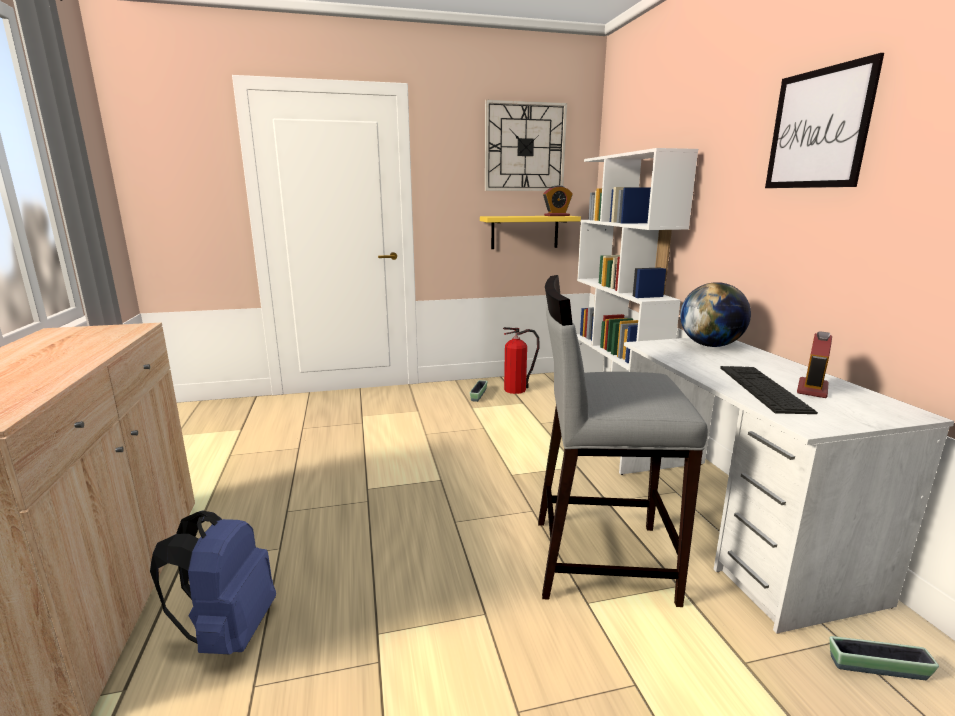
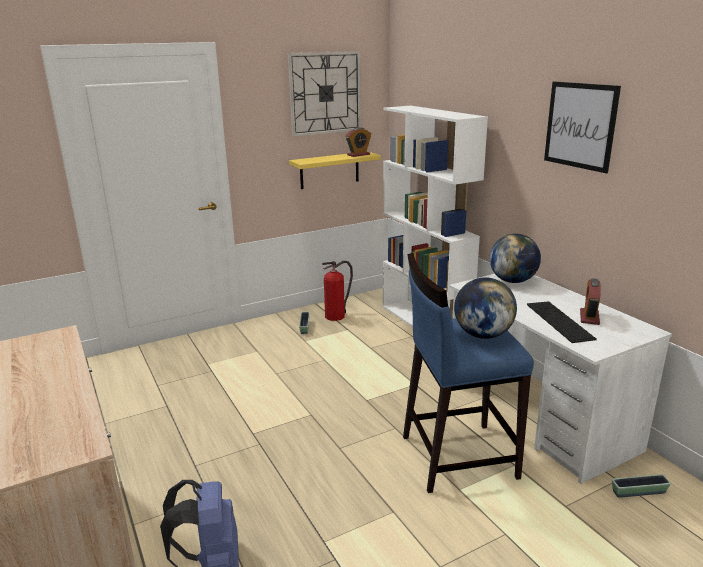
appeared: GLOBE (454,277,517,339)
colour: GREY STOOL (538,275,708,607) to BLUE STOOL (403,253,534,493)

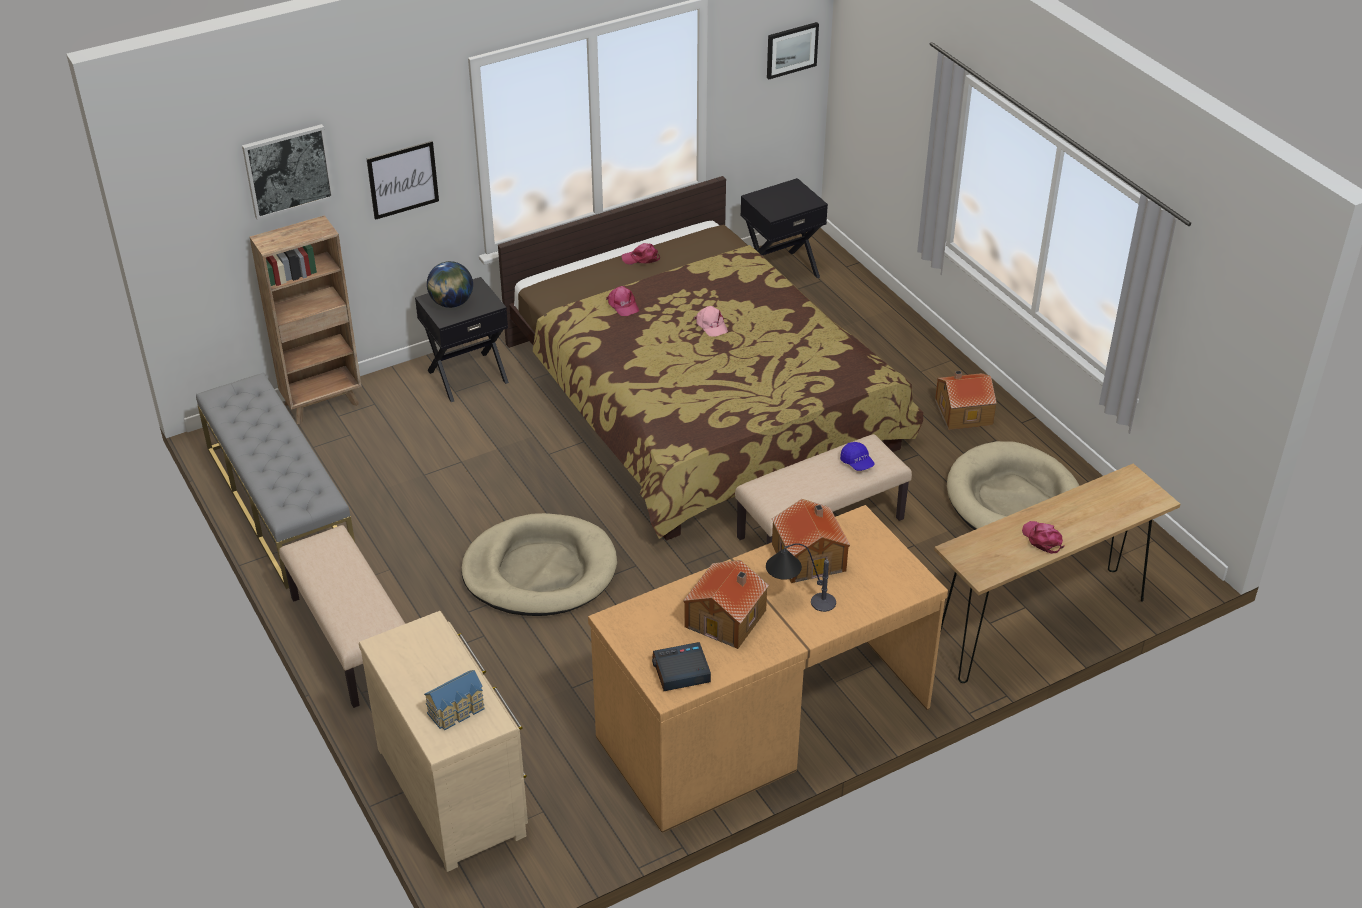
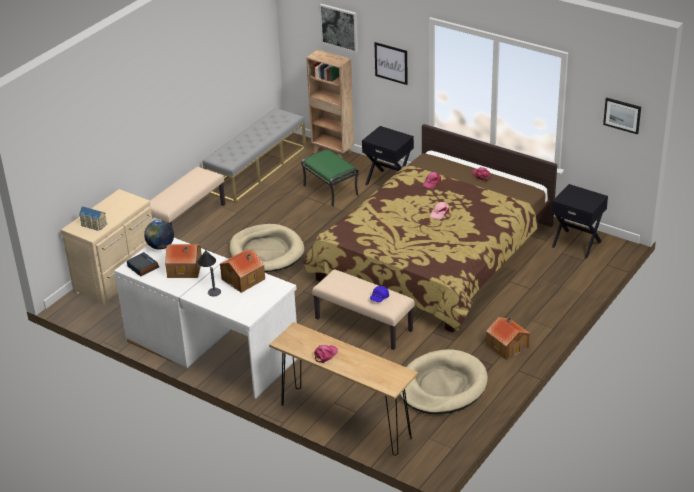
appeared: GREEN OTTOMAN (301,149,359,207)
relocated: GLOBE (427,261,473,308) to (144,220,174,250)
colour: BROWN DESK (588,505,948,832) to WHITE DESK (114,238,297,399)

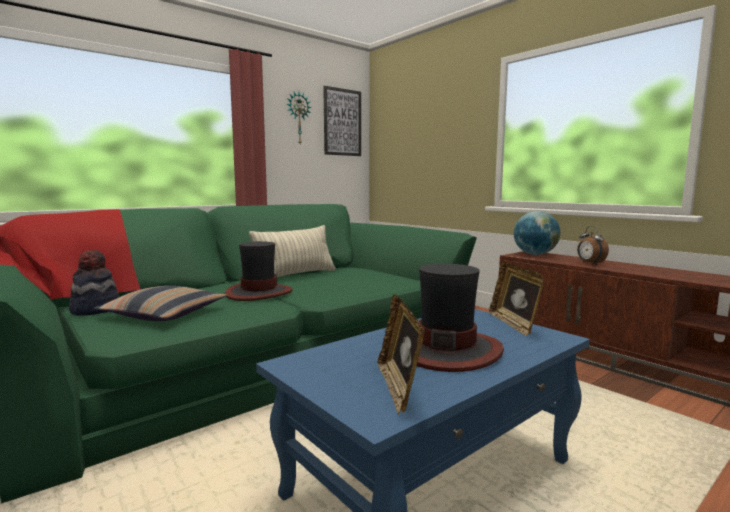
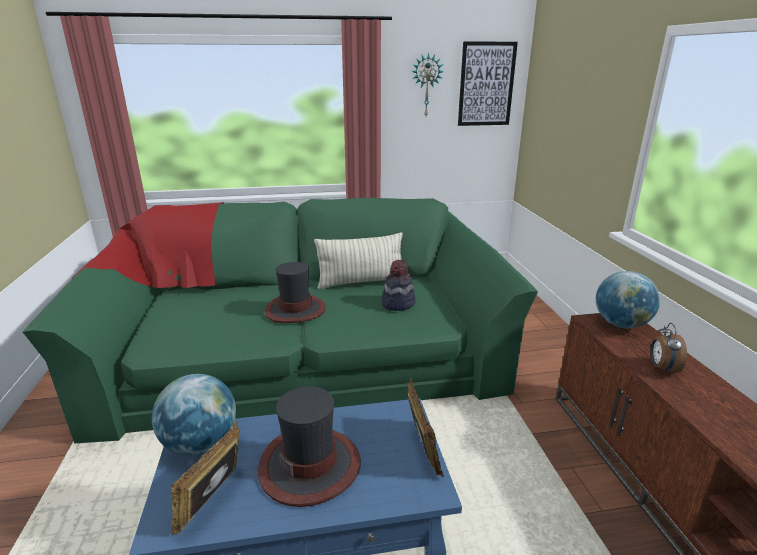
missing: PILLOW (93,286,226,321)
appeared: GLOBE (152,374,236,456)
relocated: HAT (69,250,119,316) to (381,260,416,311)
spun: PICTURE FRAME (489,262,545,336) = (407,377,444,477) 150 degrees clockwise

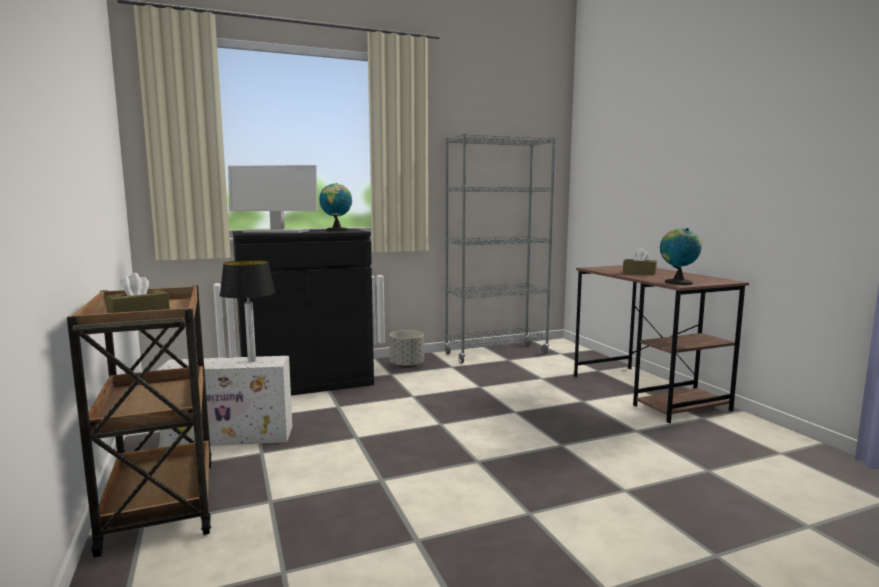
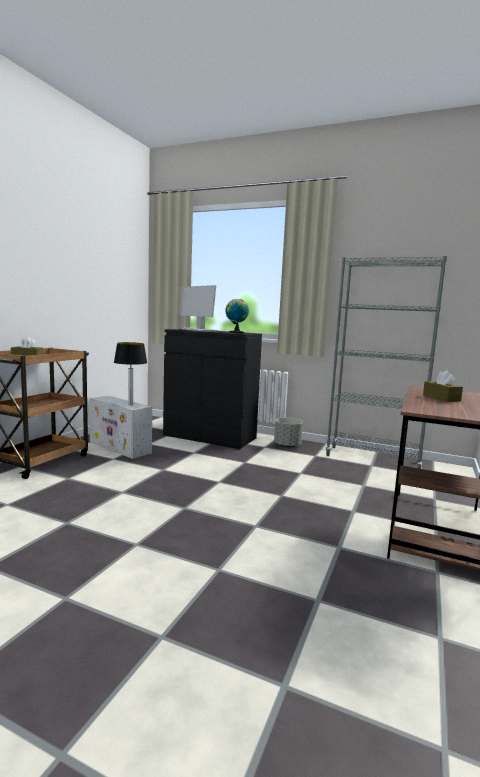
missing: GLOBE (660,228,701,285)

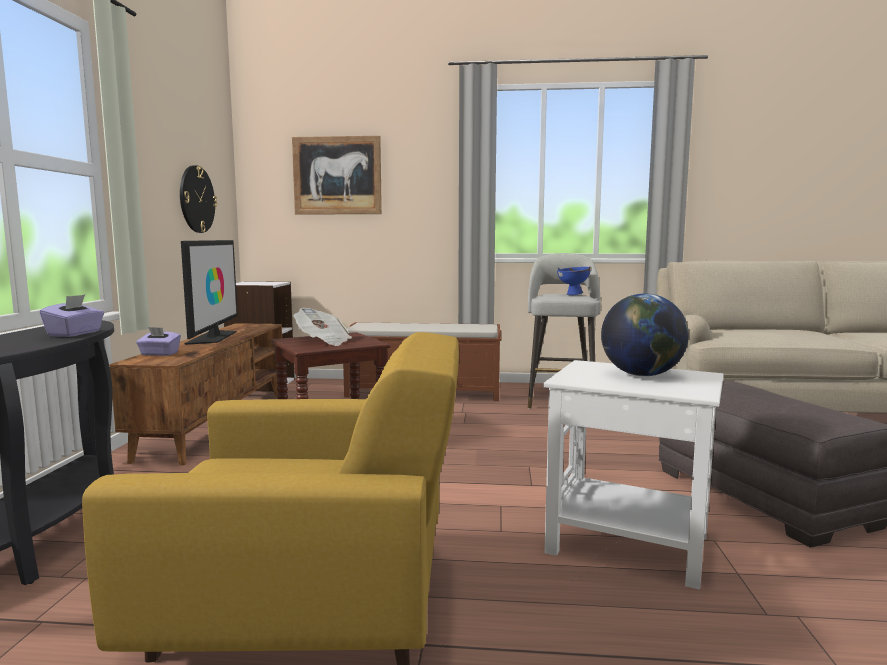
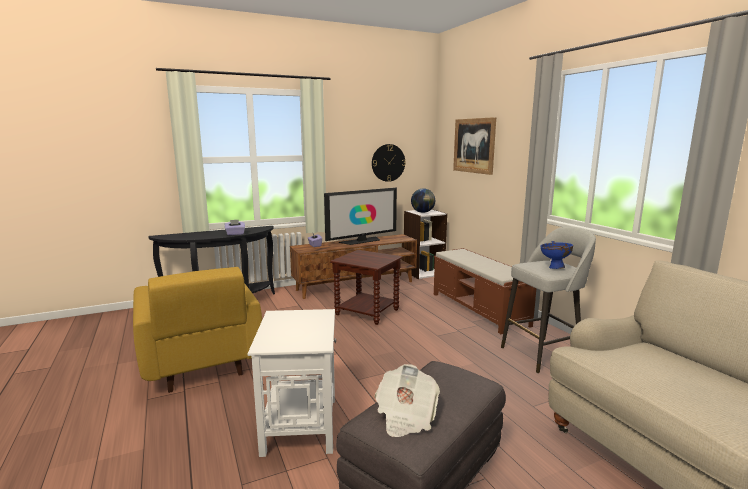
relocated: GLOBE (601,293,689,376) to (411,188,435,213); NEWSPAPER (293,308,352,346) to (375,364,440,437)

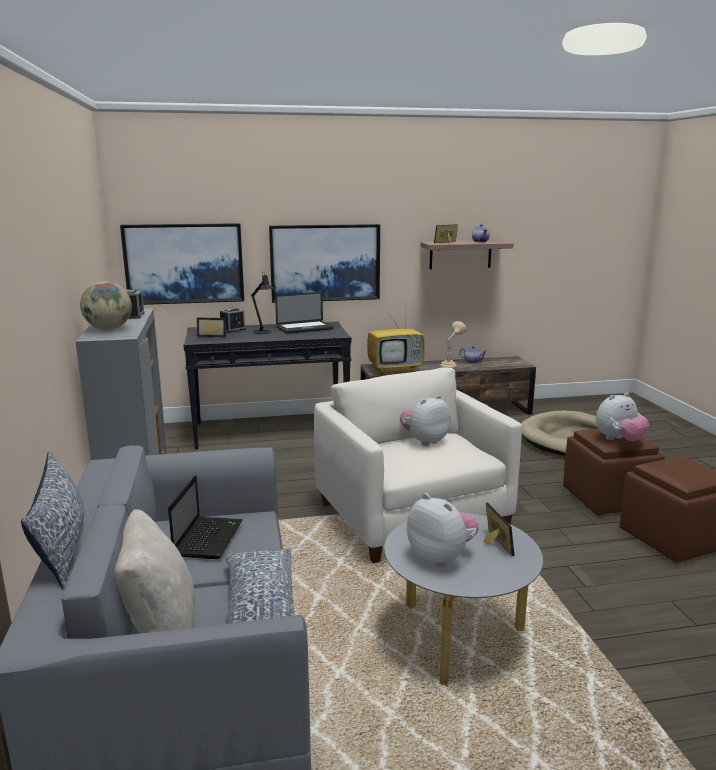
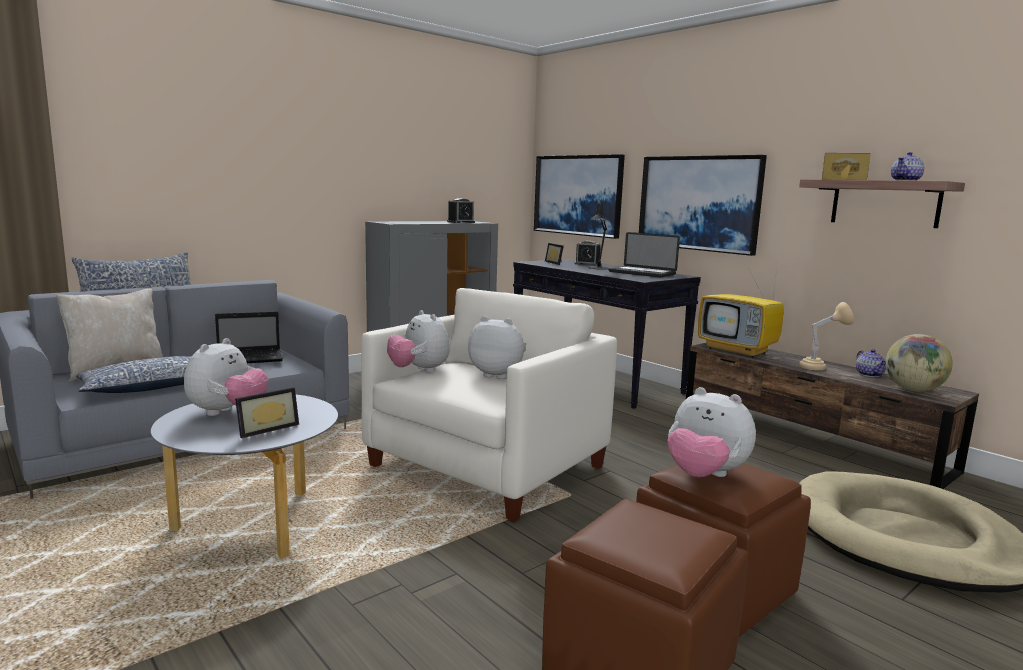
appeared: PLUSH TOY (387,310,450,372)
relocated: GLOBE (80,281,132,330) to (885,334,953,392)

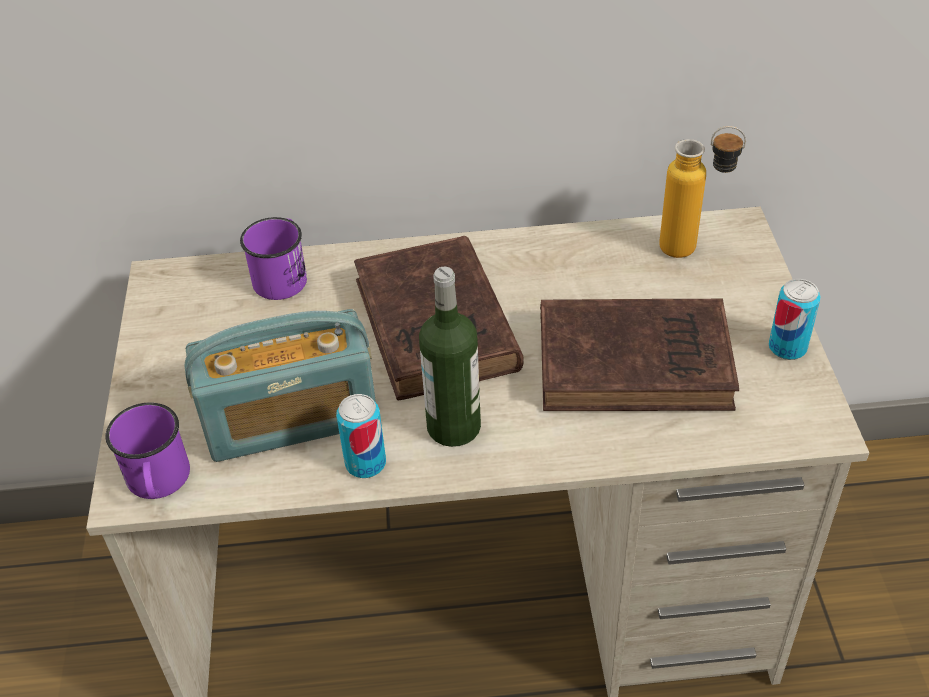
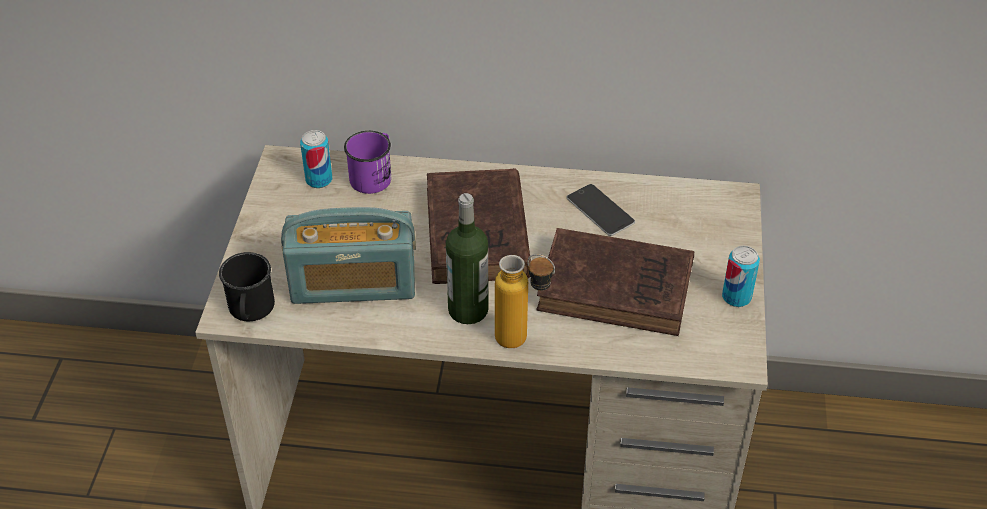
appeared: PHONE (567,184,635,236)
relocated: BOTTLE (659,126,746,258) to (495,254,555,348); CAN (336,394,386,478) to (300,130,332,188)
colour: PURPLE MUG (105,402,190,499) to BLACK MUG (219,252,275,321)

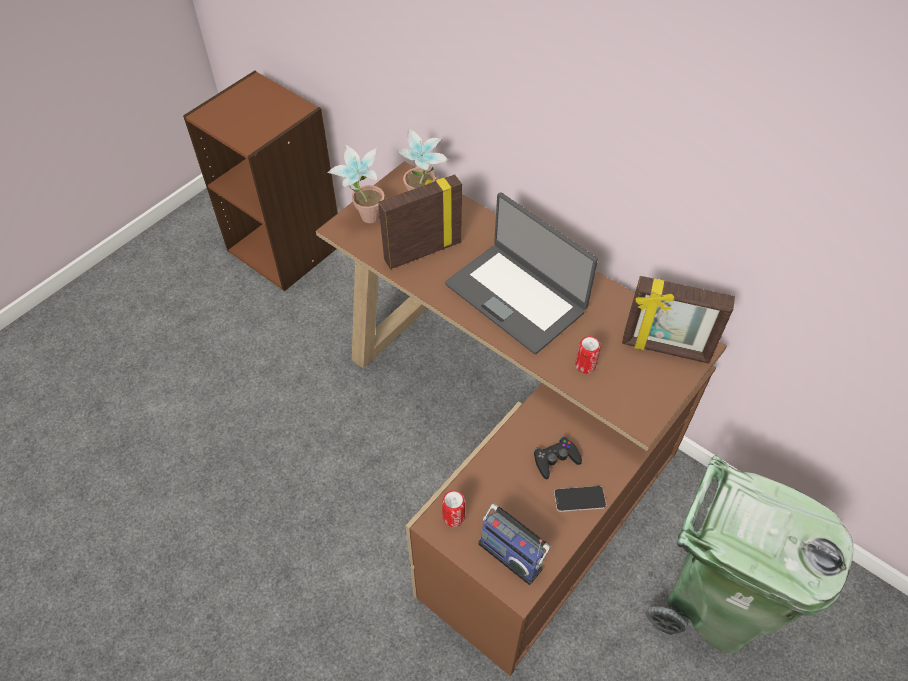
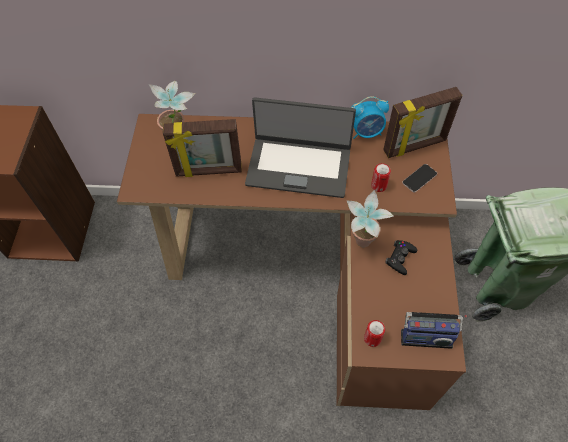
appeared: ALARM CLOCK (351,96,389,139)
relocated: POTTED PLANT (327,144,384,223) to (347,190,393,247); PHONE (554,486,606,512) to (402,164,437,193)
spun: PICTURE FRAME (378,175,462,269) = (163,119,242,177) 120 degrees counterclockwise

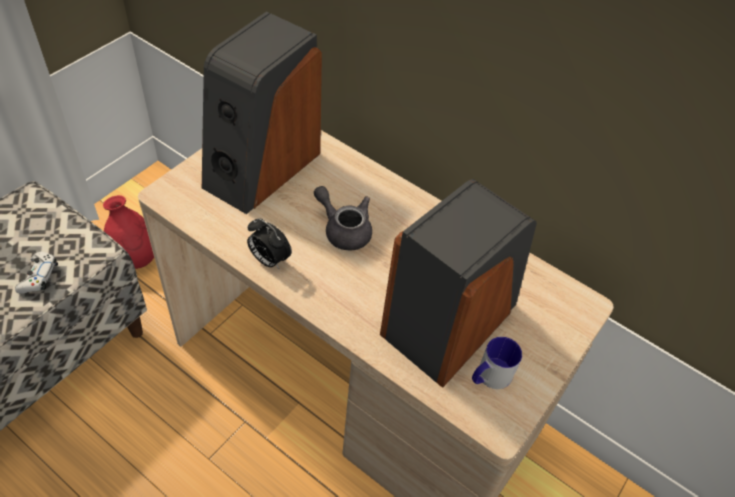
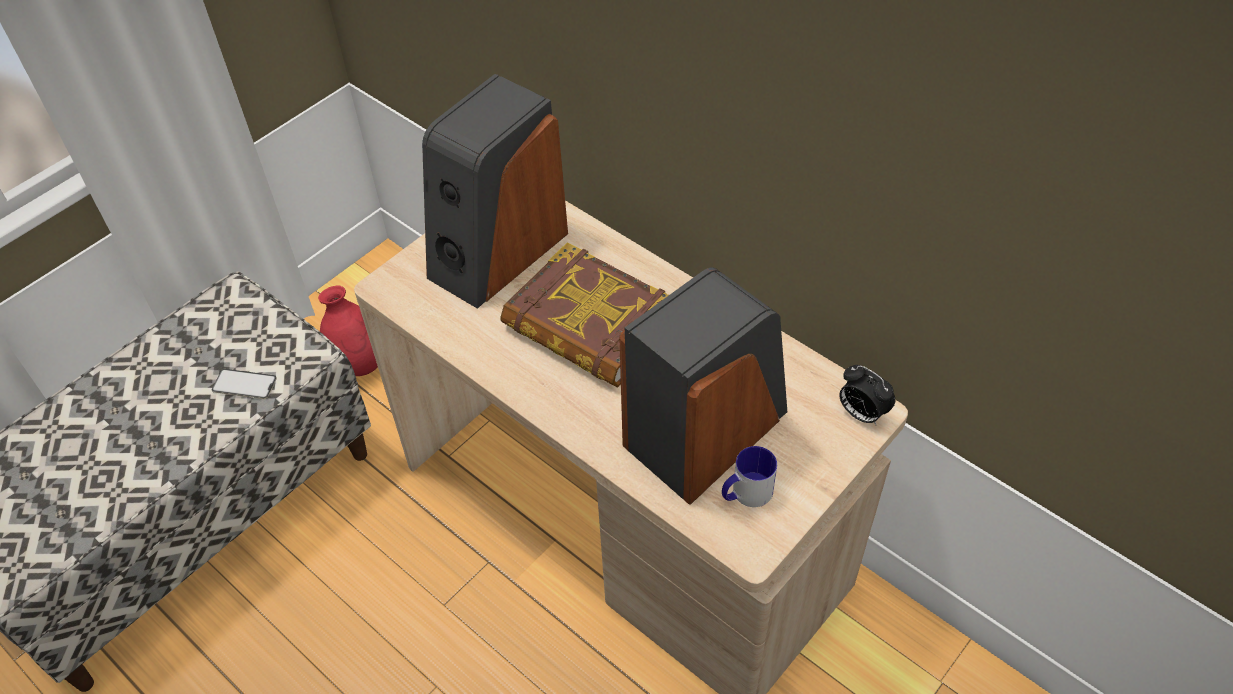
relocated: ALARM CLOCK (247,218,291,269) to (839,365,895,425)
exchanged: GREY TEAPOT (314,186,372,251) to BOOK (500,242,669,388); WHITE GAME CONTROLLER (15,252,58,294) to PHONE (212,369,277,399)

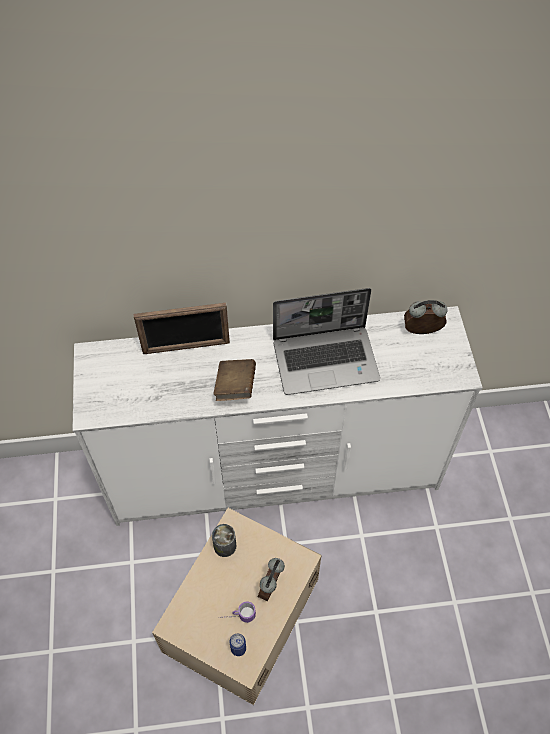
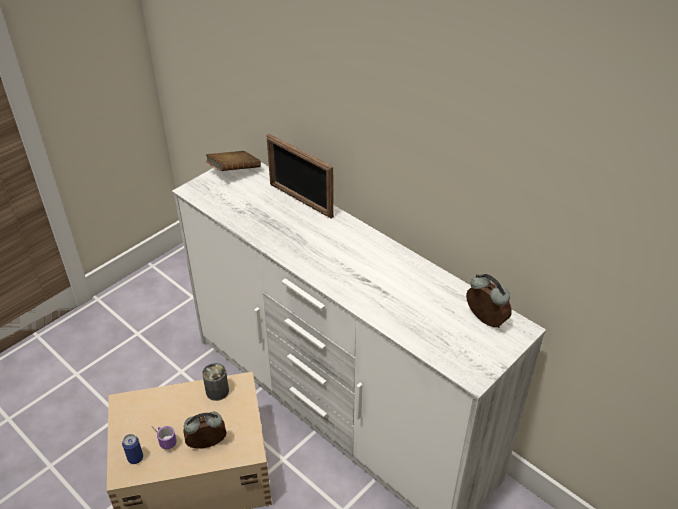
missing: LAPTOP (273,288,380,395)
relocated: BROWN BOOK (213,359,256,401) to (206,151,261,171)

